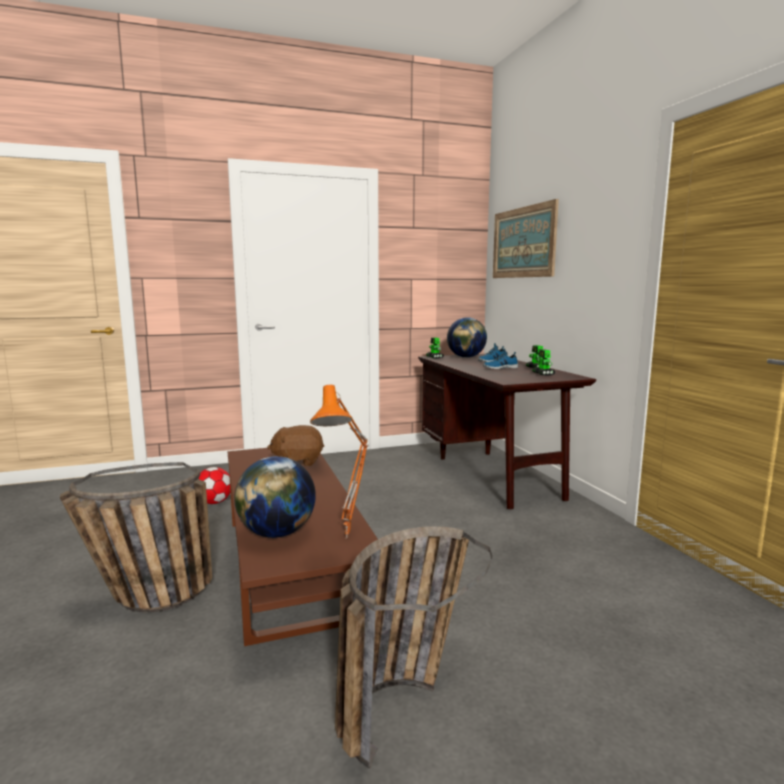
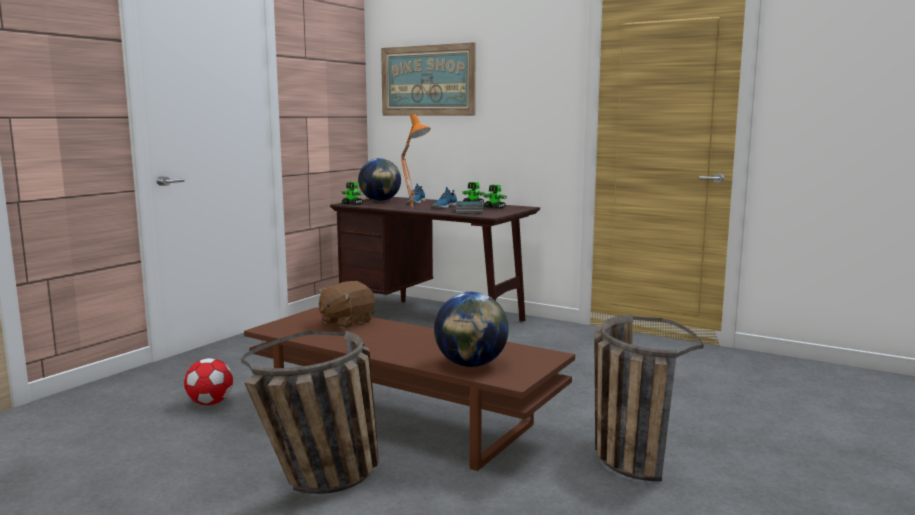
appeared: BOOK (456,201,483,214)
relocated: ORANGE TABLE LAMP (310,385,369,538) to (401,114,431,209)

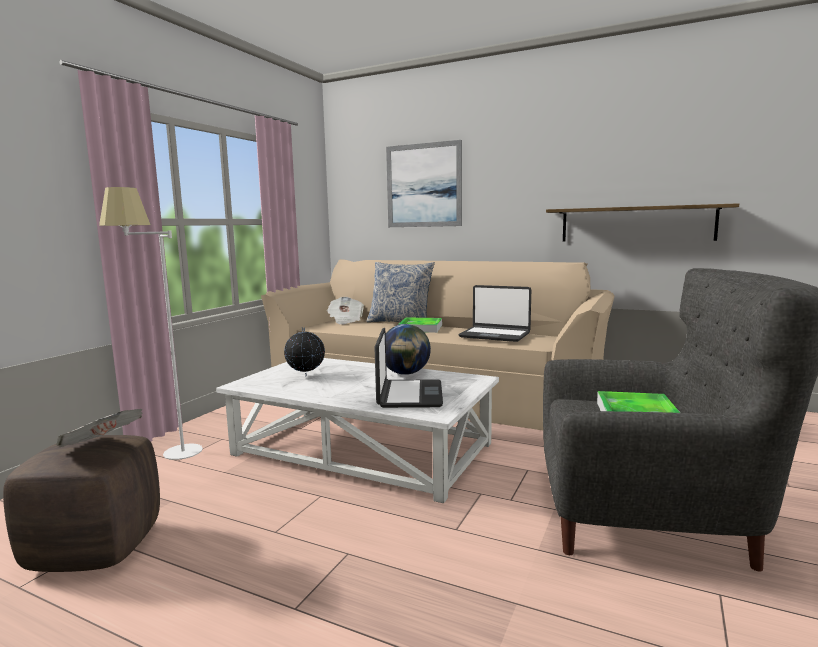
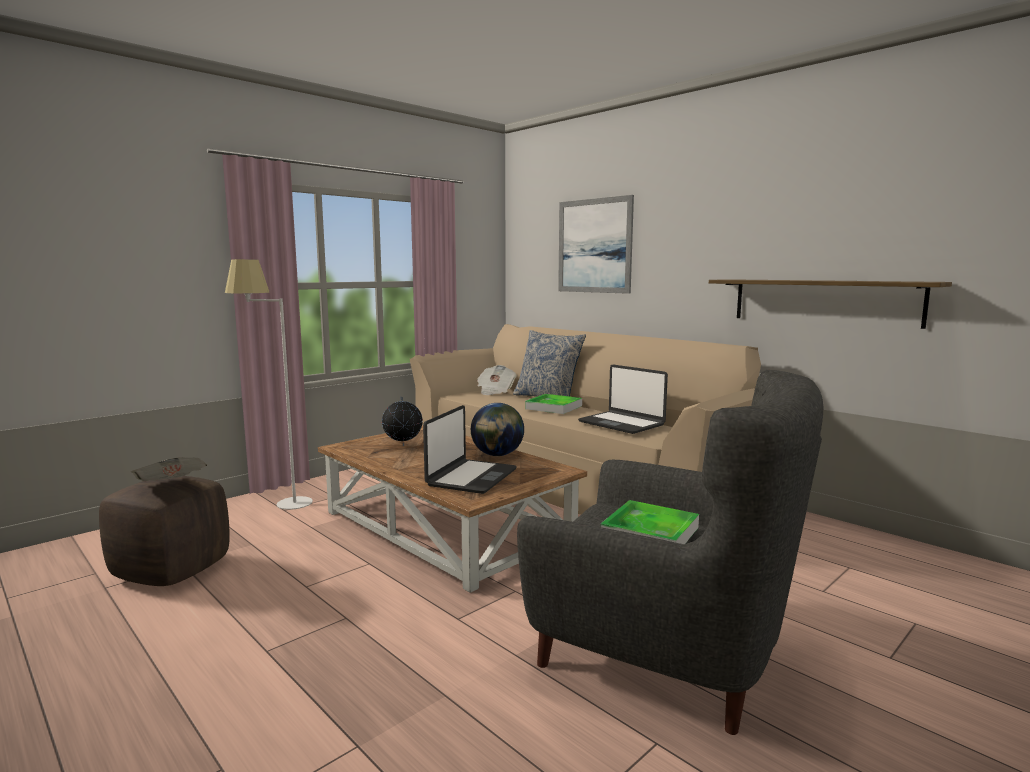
colour: WHITE COFFEE TABLE (216,358,499,503) to BROWN COFFEE TABLE (318,425,587,593)

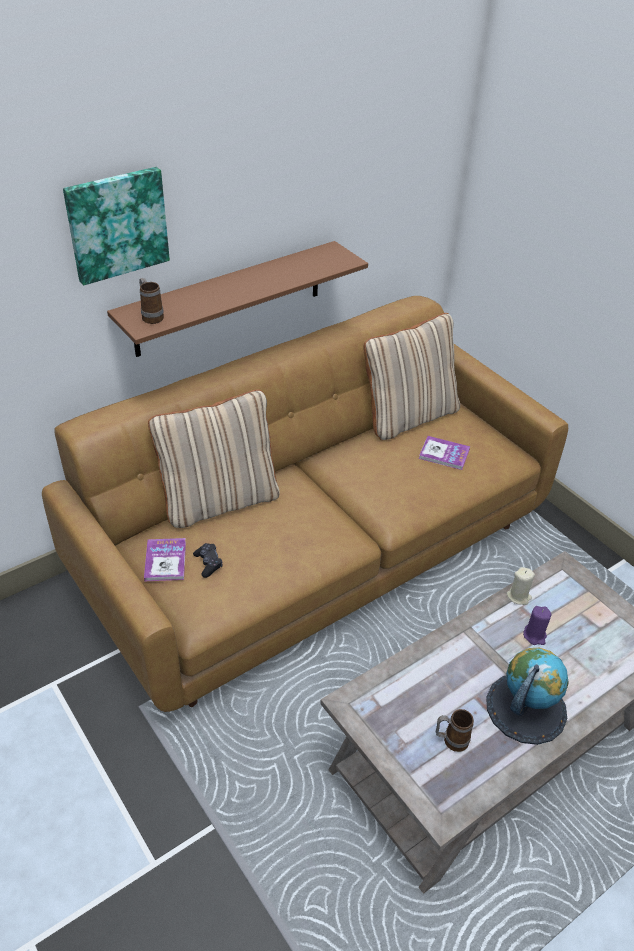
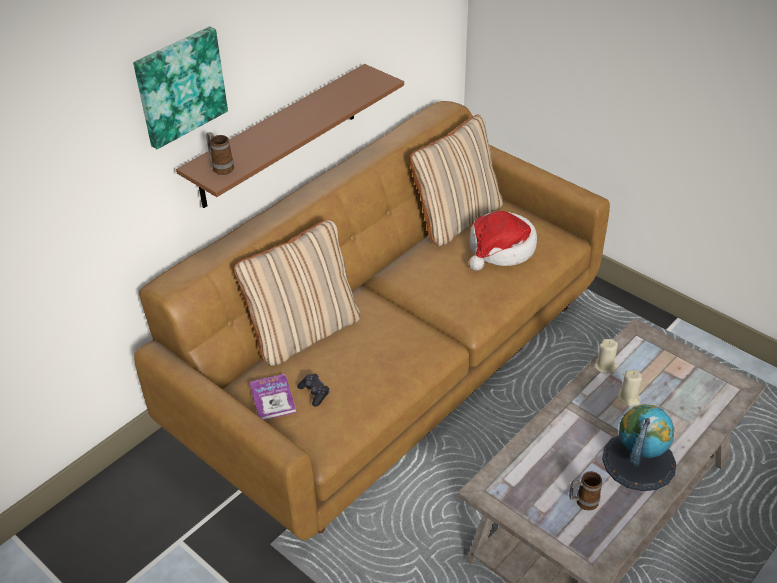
exchanged: BOOK (419,436,470,470) to HAT (469,211,537,271)
colour: PURPLE CANDLE (523,606,551,645) to BEIGE CANDLE (618,369,642,406)

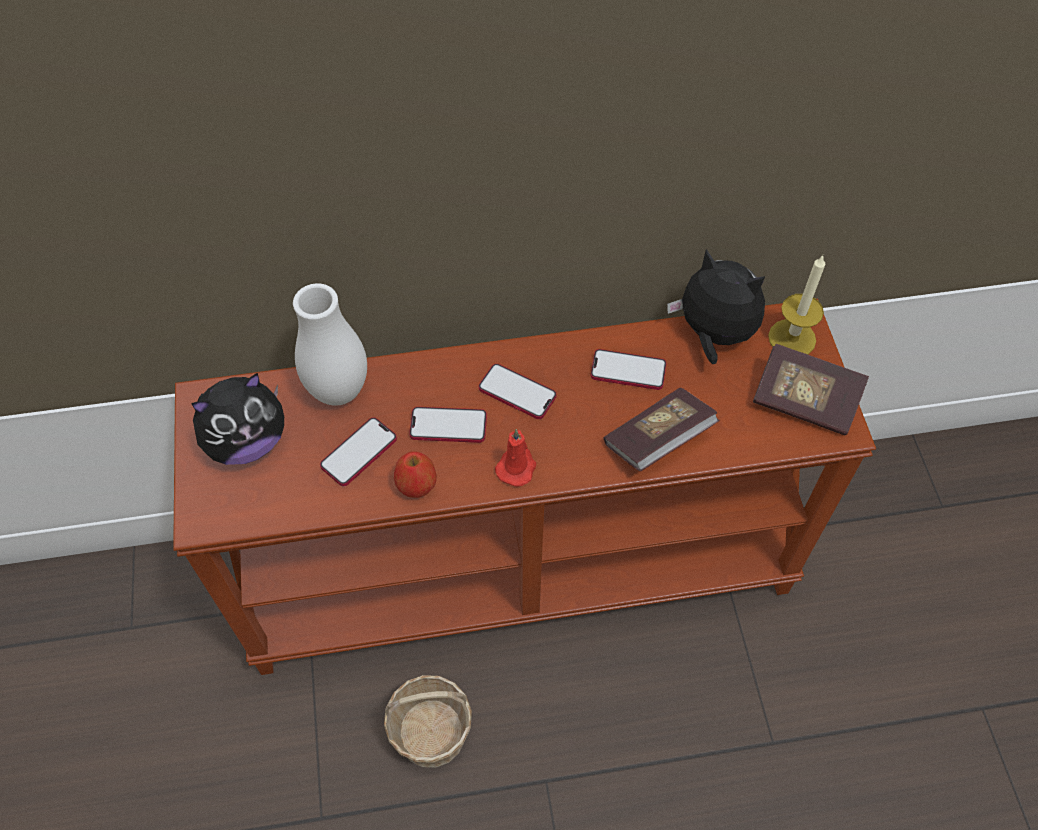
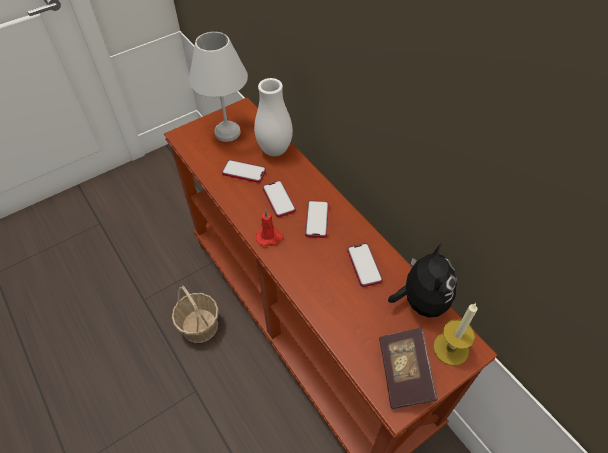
missing: BOOK (603,388,720,471); APPLE (394,451,437,498)
exchanged: PLUSH TOY (191,373,284,465) to WHITE TABLE LAMP (189,32,248,142)

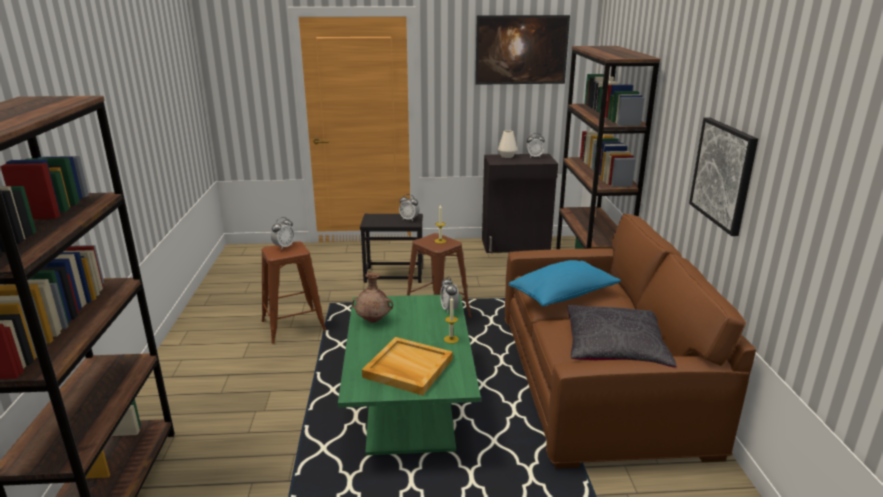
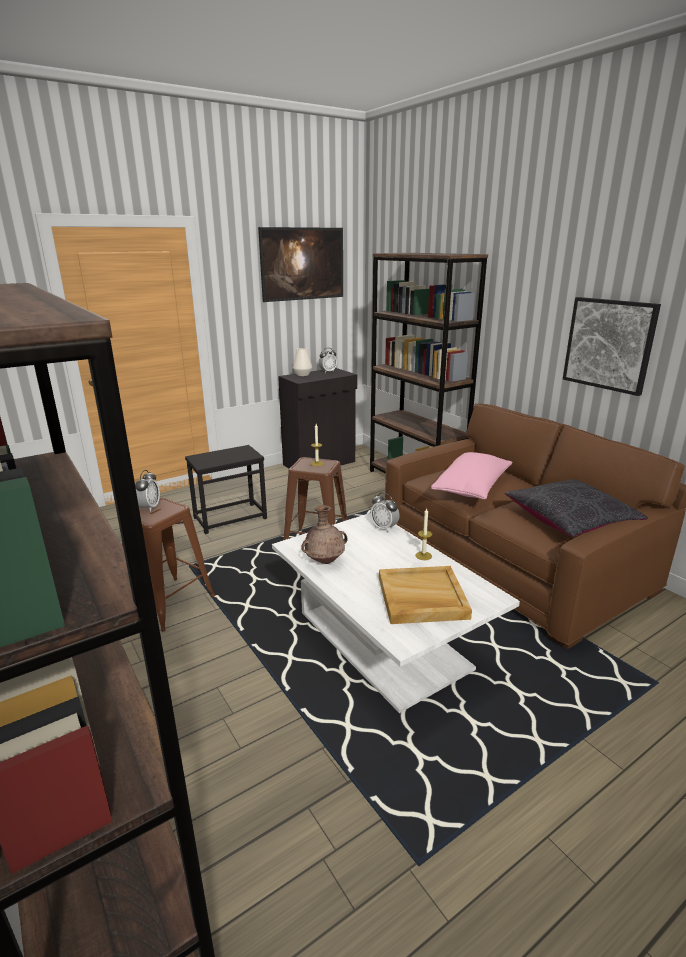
missing: ALARM CLOCK (399,194,419,221)
colour: BLUE PILLOW (509,260,621,307) to PINK PILLOW (431,452,512,499); GREEN COFFEE TABLE (338,294,481,455) to WHITE COFFEE TABLE (272,513,520,713)

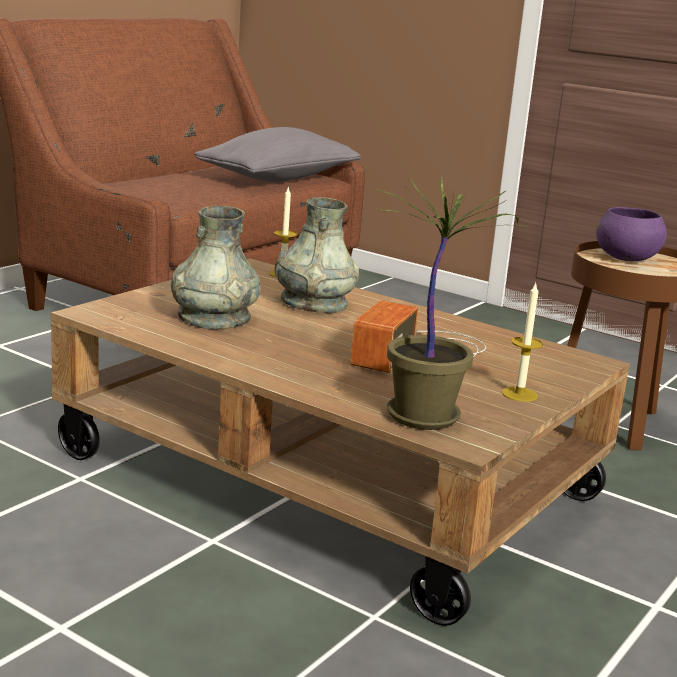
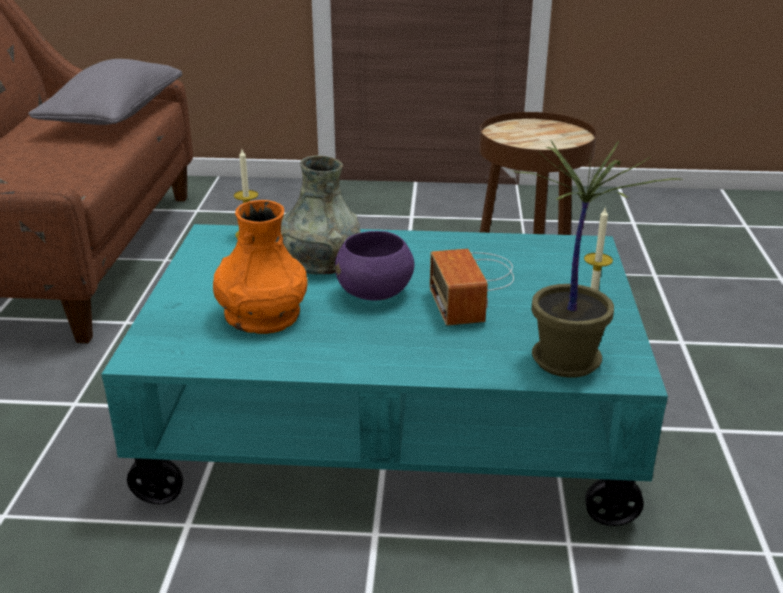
relocated: PURPLE BOWL (596,207,667,261) to (335,231,414,300)
colour: GREY VASE (171,205,261,329) to ORANGE VASE (213,200,308,334); BROWN COFFEE TABLE (50,258,630,626) to TURQUOISE COFFEE TABLE (101,224,668,526)

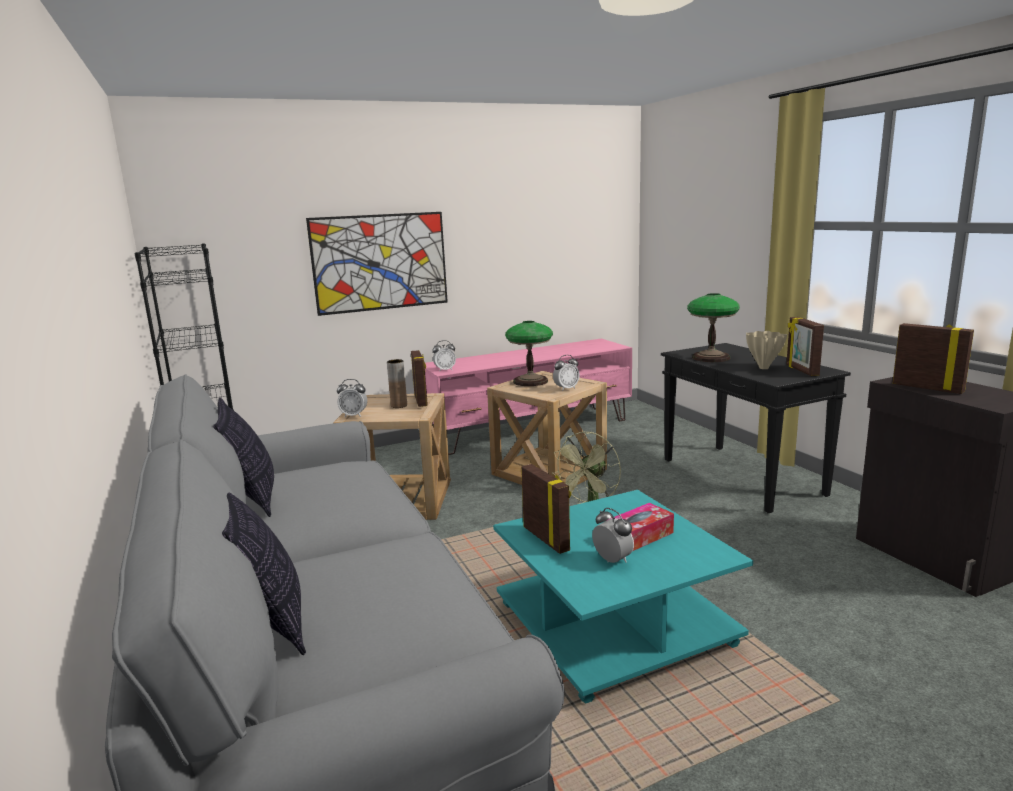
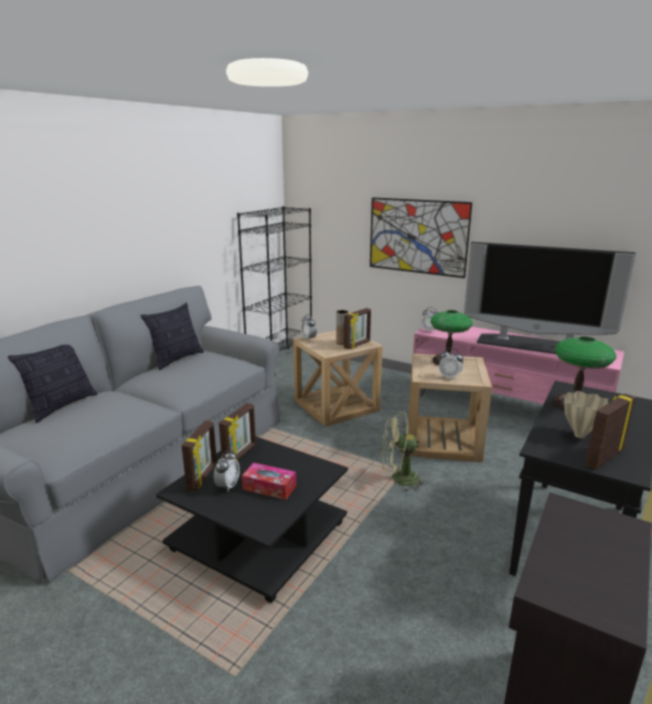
appeared: TELEVISION (464,242,636,354)
relocated: PICTURE FRAME (892,323,974,394) to (182,420,217,492)
colour: TURQUOISE COFFEE TABLE (493,490,753,704) to BLACK COFFEE TABLE (156,437,348,603)

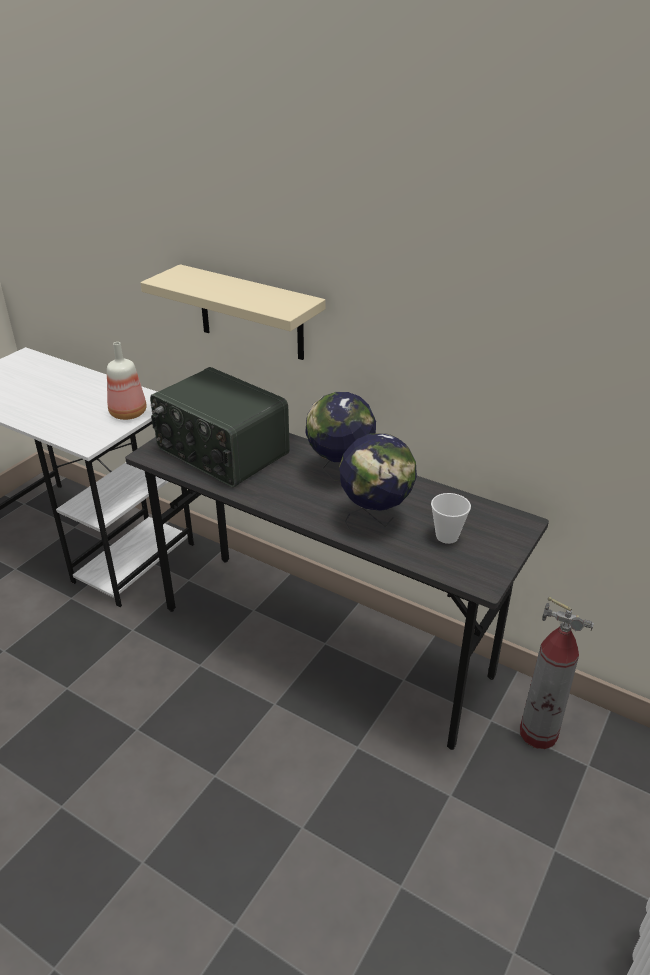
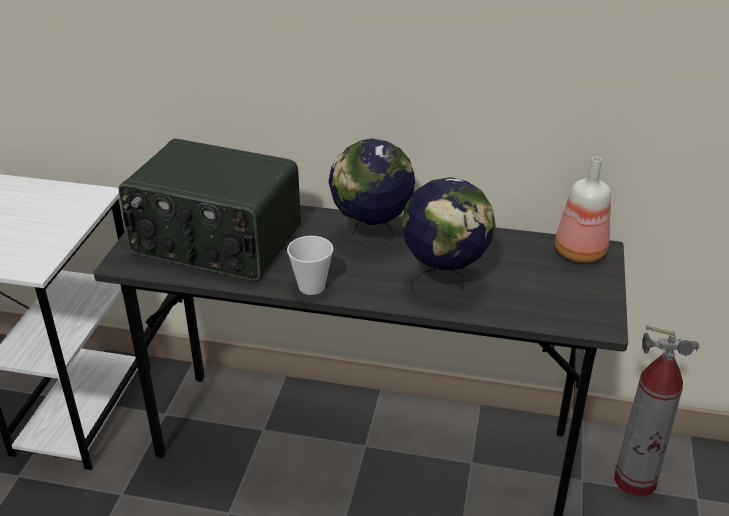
missing: BEIGE SHELF (140,264,326,360)
relocated: BOTTLE (107,342,147,420) to (555,157,611,263); CUP (431,493,471,544) to (287,236,334,295)

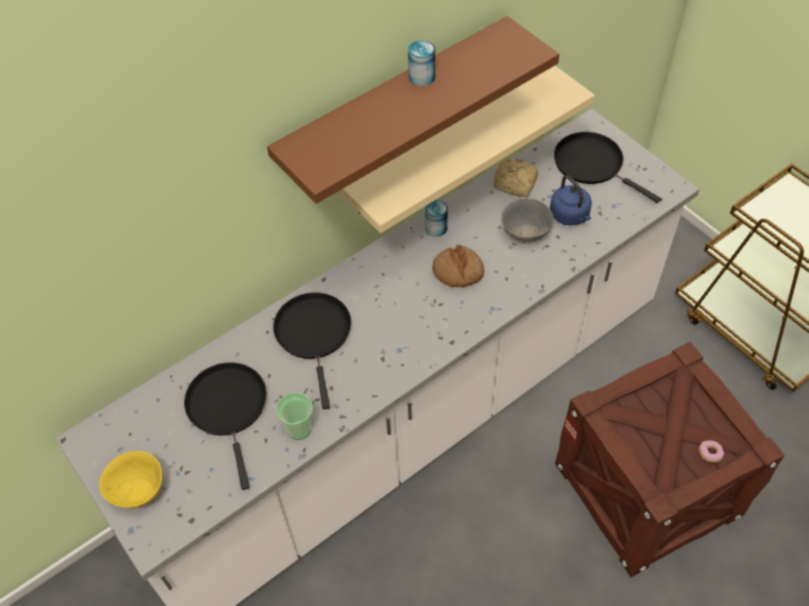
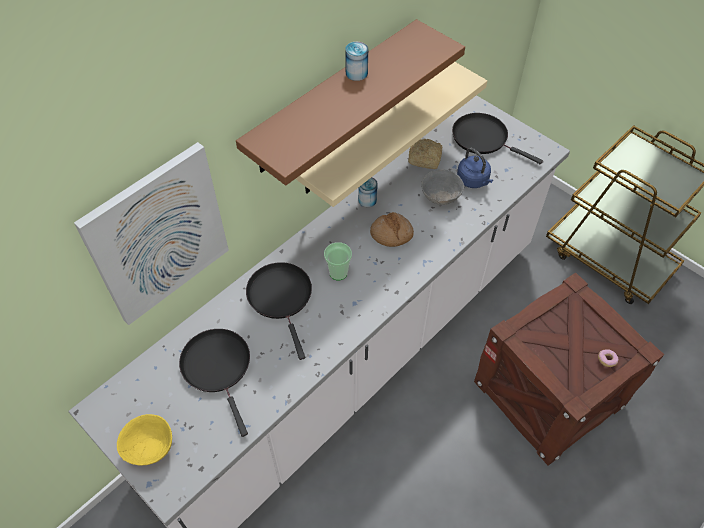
appeared: PICTURE (74,142,229,325)
relocated: CUP (276,392,313,440) to (324,242,352,281)

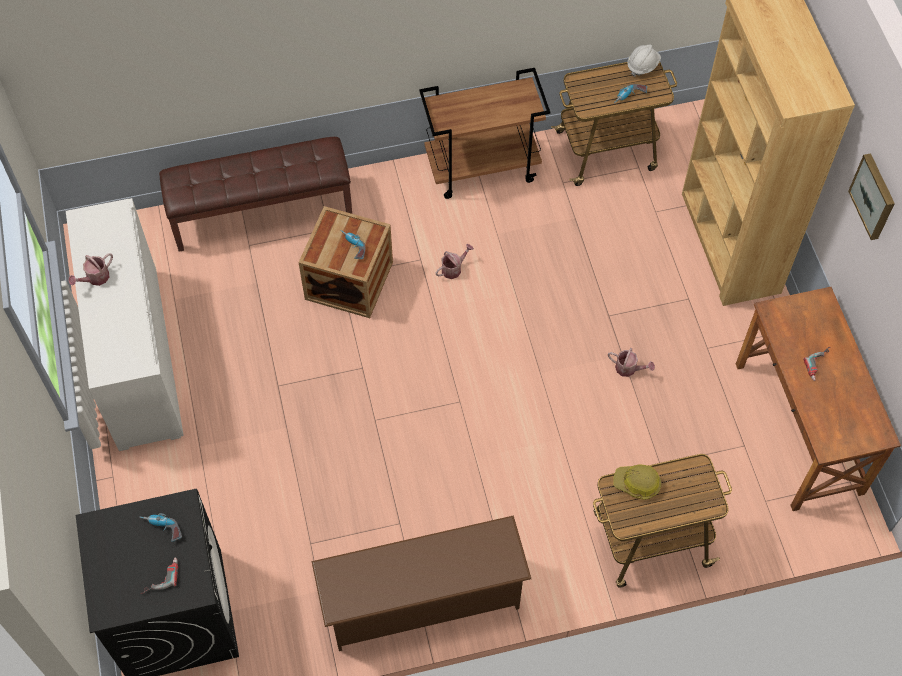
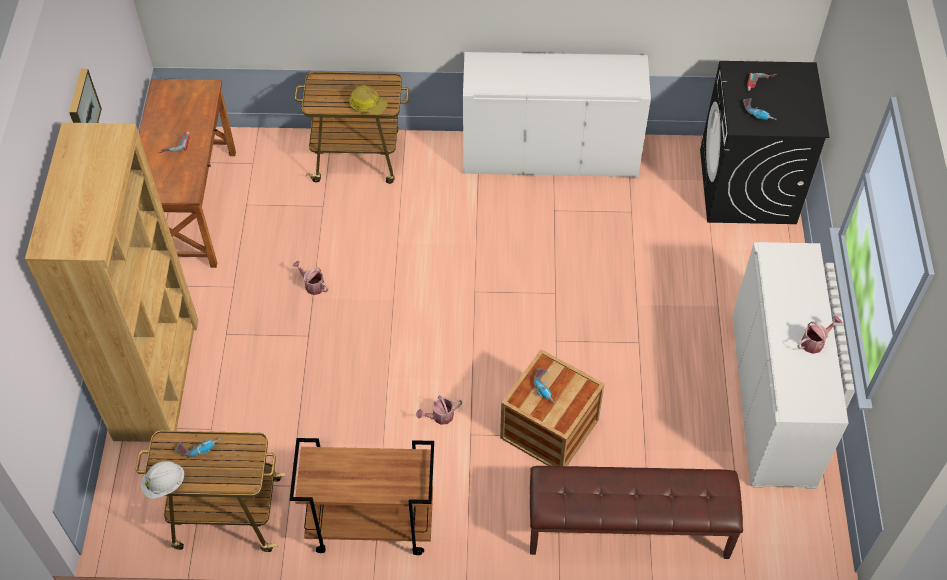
exchanged: BROWN SHOE RACK (312,515,531,651) to WHITE CABINET (463,52,651,177)

